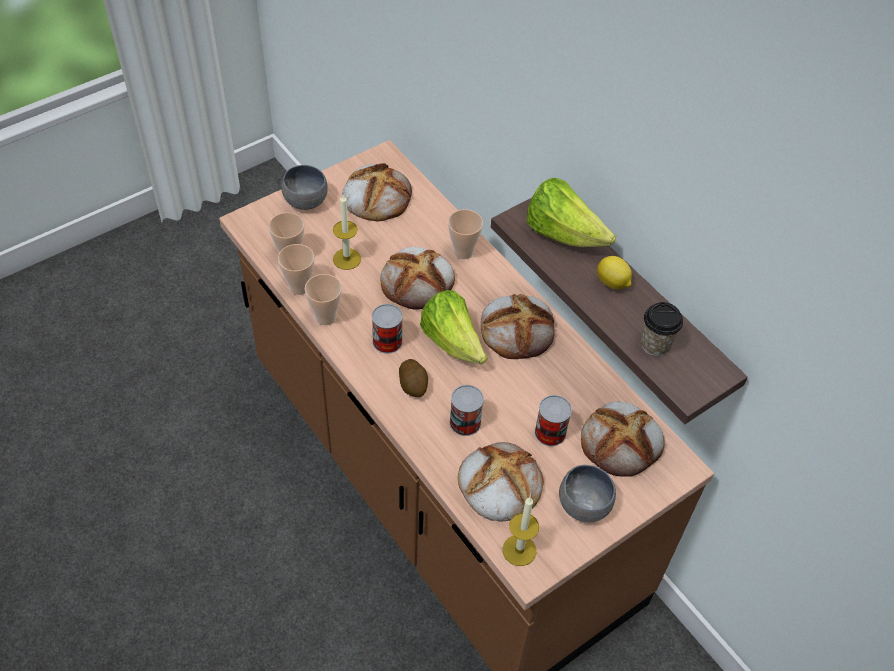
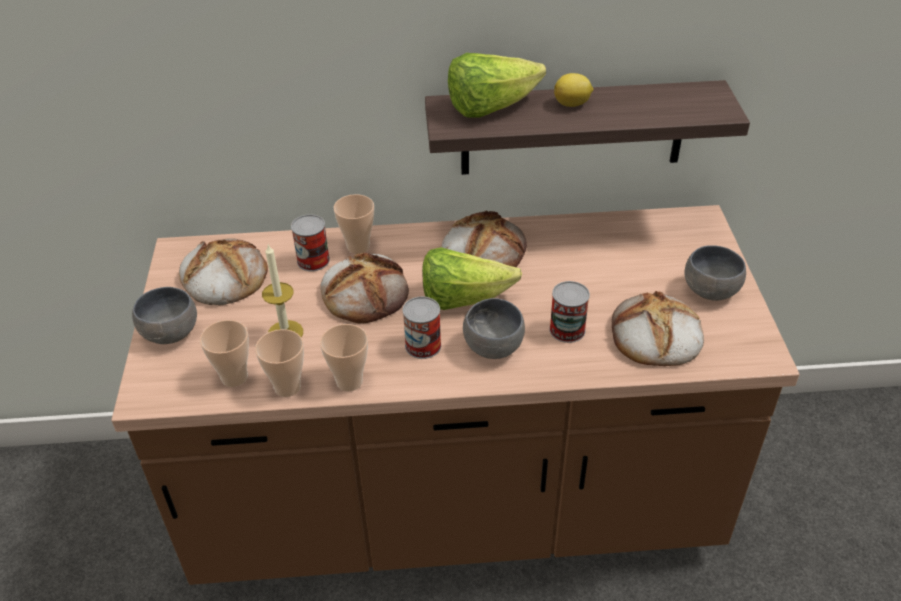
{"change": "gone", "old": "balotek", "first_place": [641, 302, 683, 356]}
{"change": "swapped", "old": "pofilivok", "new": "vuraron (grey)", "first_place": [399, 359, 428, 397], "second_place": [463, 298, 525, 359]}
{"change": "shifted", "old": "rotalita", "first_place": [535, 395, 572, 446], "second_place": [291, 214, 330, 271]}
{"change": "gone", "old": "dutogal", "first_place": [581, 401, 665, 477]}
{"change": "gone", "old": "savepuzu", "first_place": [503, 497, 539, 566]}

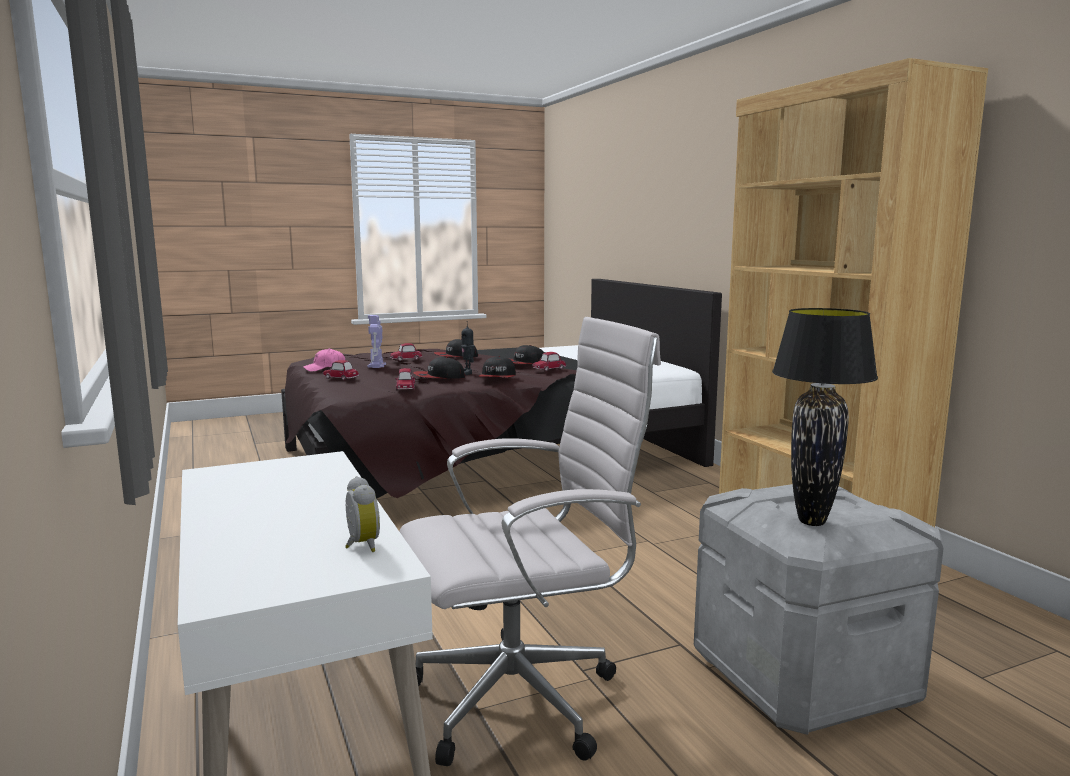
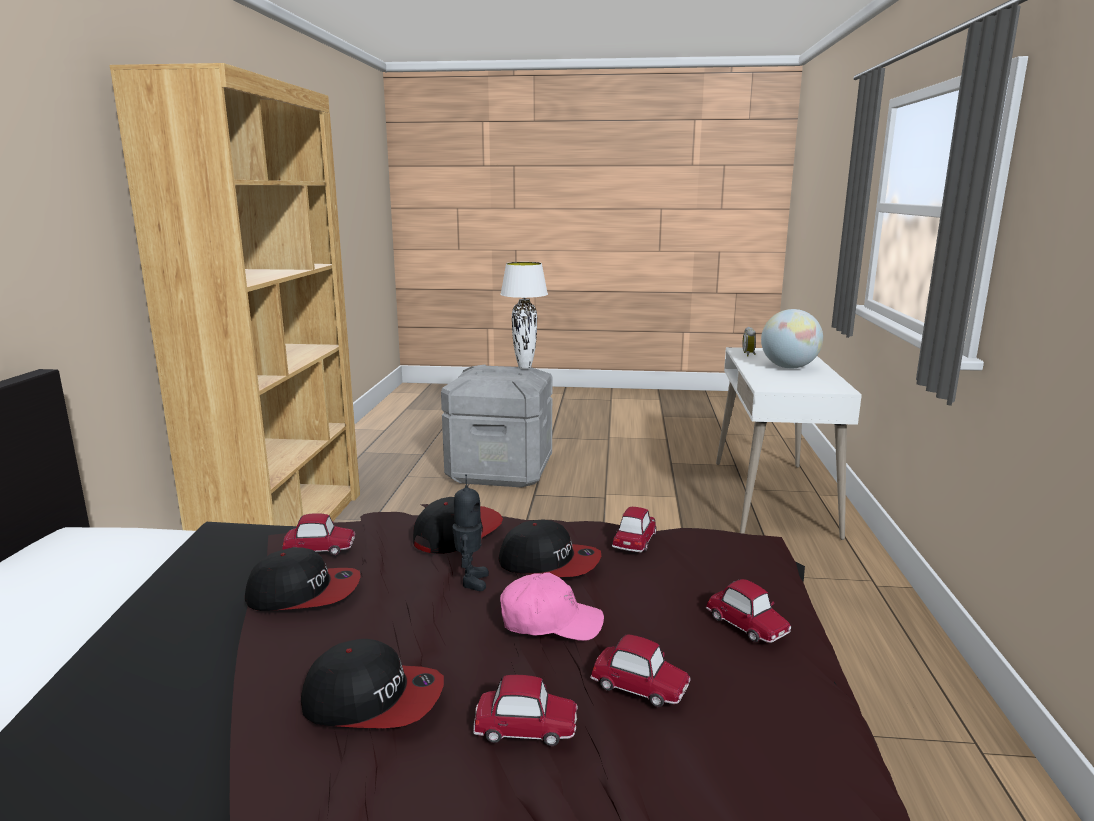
{"change": "repainted", "old": "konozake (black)", "new": "konozake (white)", "first_place": [772, 308, 878, 526], "second_place": [500, 262, 548, 369]}
{"change": "swapped", "old": "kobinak", "new": "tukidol", "first_place": [368, 315, 386, 368], "second_place": [590, 634, 690, 707]}
{"change": "gone", "old": "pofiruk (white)", "first_place": [399, 317, 661, 766]}
{"change": "shifted", "old": "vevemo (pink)", "first_place": [303, 348, 345, 372], "second_place": [500, 572, 604, 641]}
{"change": "new", "new": "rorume", "second_place": [761, 309, 823, 369]}

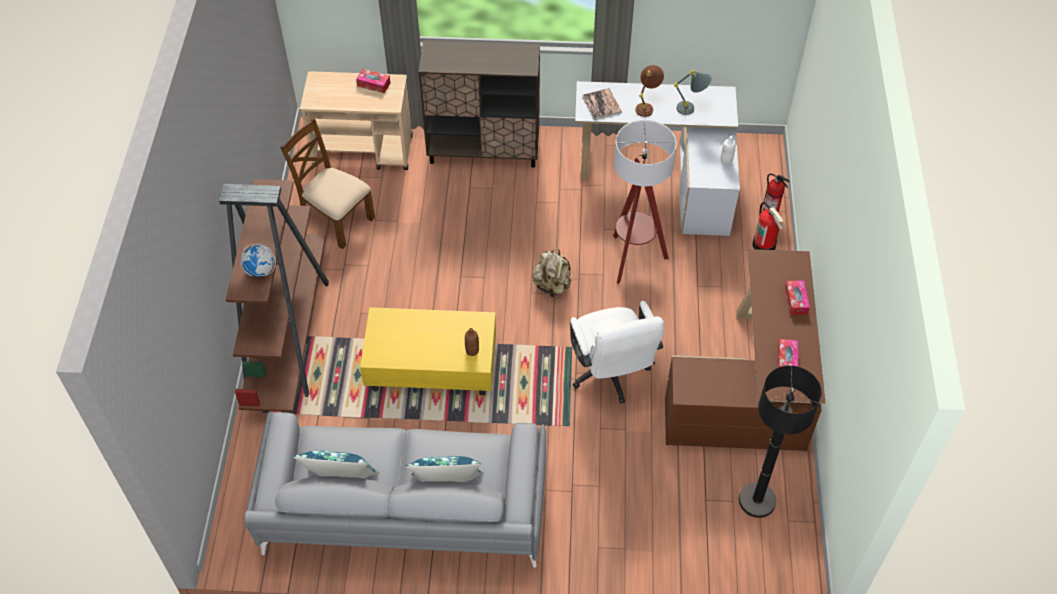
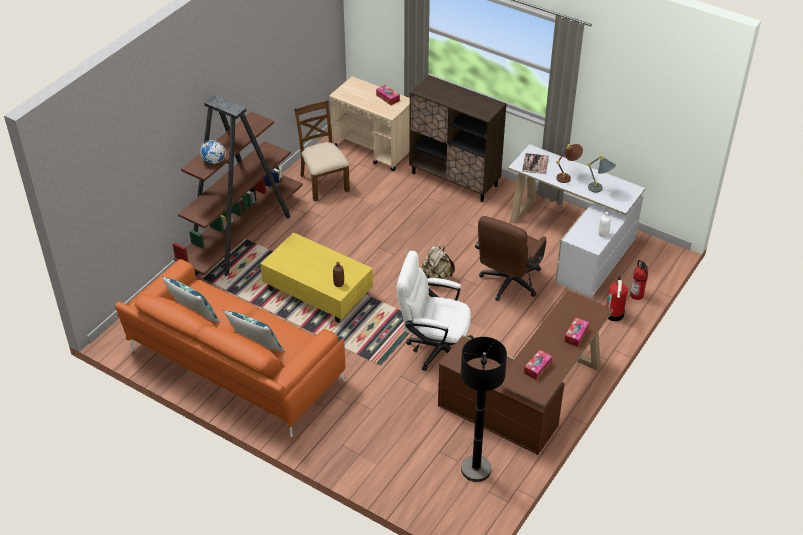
{"change": "swapped", "old": "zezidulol", "new": "pofiruk (brown)", "first_place": [613, 120, 677, 284], "second_place": [475, 216, 547, 301]}
{"change": "rotated", "old": "pofiruk (white)", "first_place": [570, 301, 664, 404], "second_place": [397, 251, 474, 371], "degrees": 90}
{"change": "repainted", "old": "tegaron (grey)", "new": "tegaron (orange)", "first_place": [244, 411, 546, 568], "second_place": [115, 259, 345, 437]}

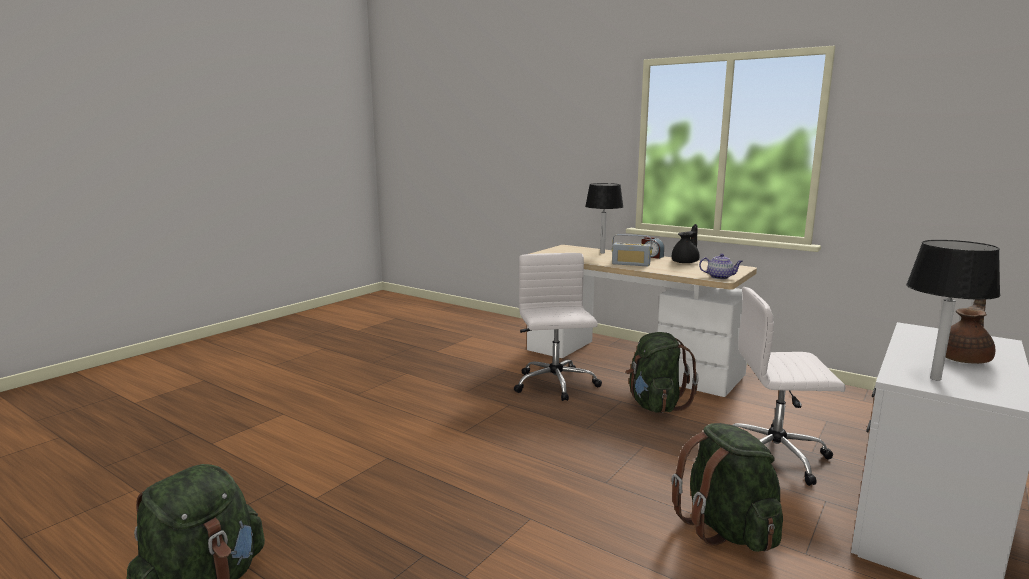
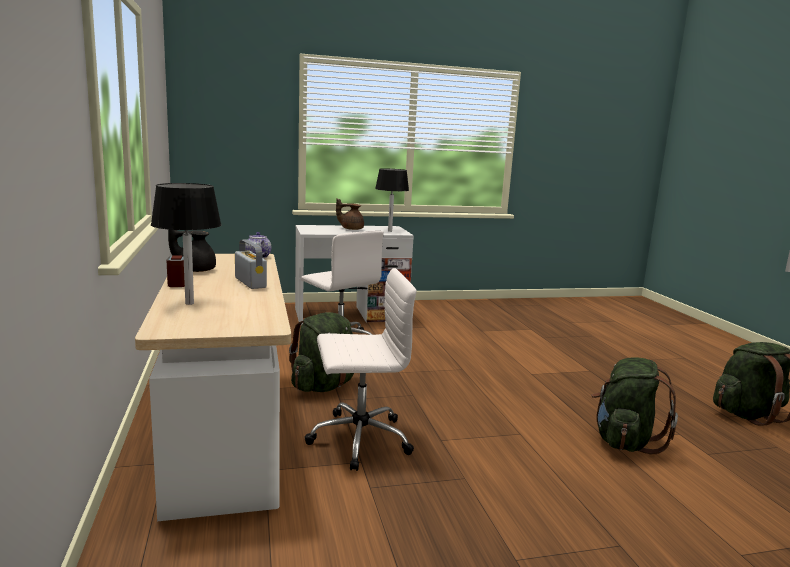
{"change": "rotated", "old": "pofiruk (white)", "first_place": [514, 253, 602, 401], "second_place": [304, 268, 417, 471], "degrees": -135}
{"change": "shifted", "old": "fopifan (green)", "first_place": [671, 423, 783, 552], "second_place": [591, 357, 678, 454]}

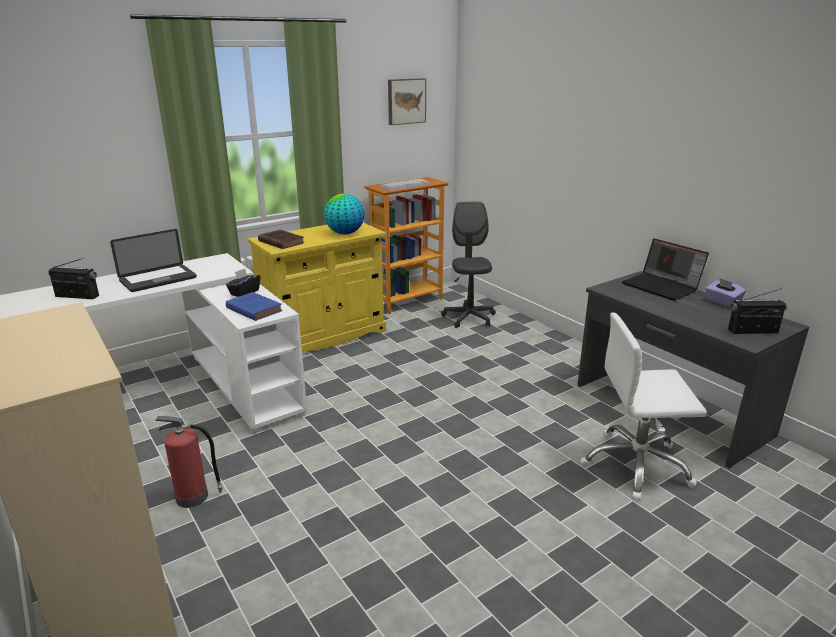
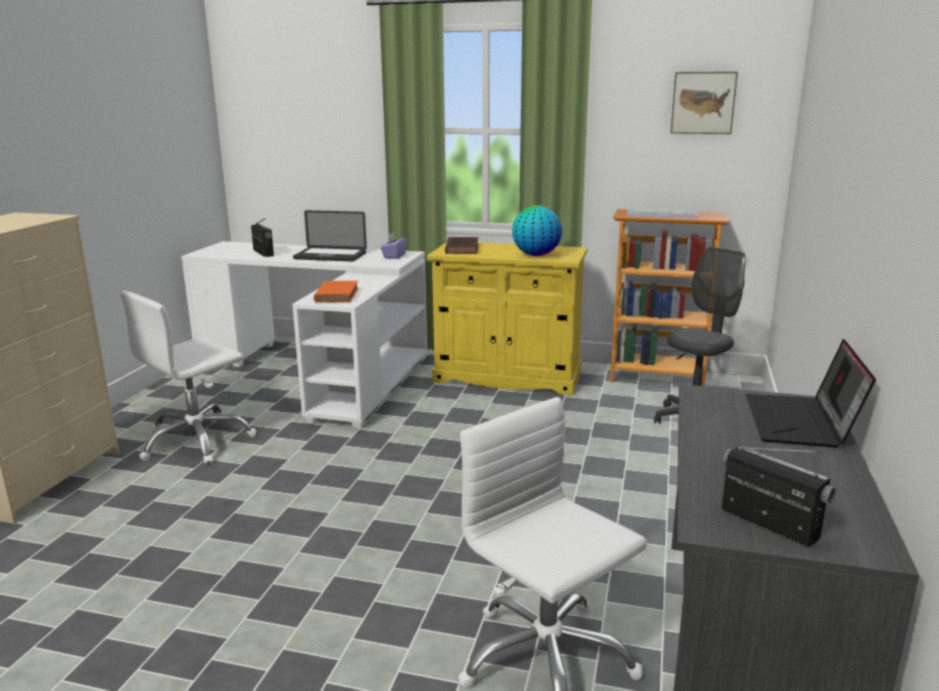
{"change": "gone", "old": "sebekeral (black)", "first_place": [226, 268, 261, 297]}
{"change": "shifted", "old": "sebekeral (purple)", "first_place": [706, 278, 746, 307], "second_place": [381, 233, 407, 259]}
{"change": "repainted", "old": "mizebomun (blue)", "new": "mizebomun (orange)", "first_place": [226, 292, 282, 321], "second_place": [314, 281, 358, 303]}
{"change": "swapped", "old": "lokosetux", "new": "pofiruk (white)", "first_place": [155, 416, 223, 508], "second_place": [120, 291, 257, 464]}

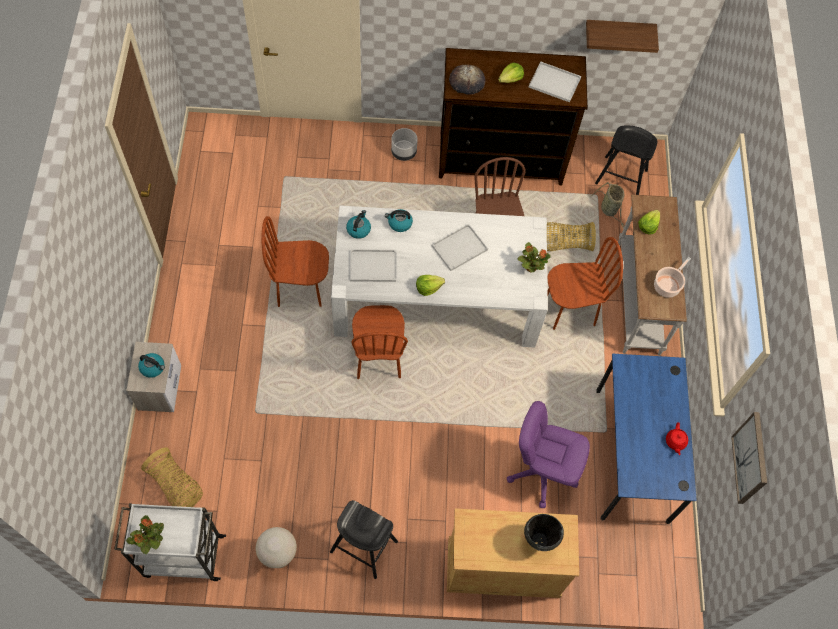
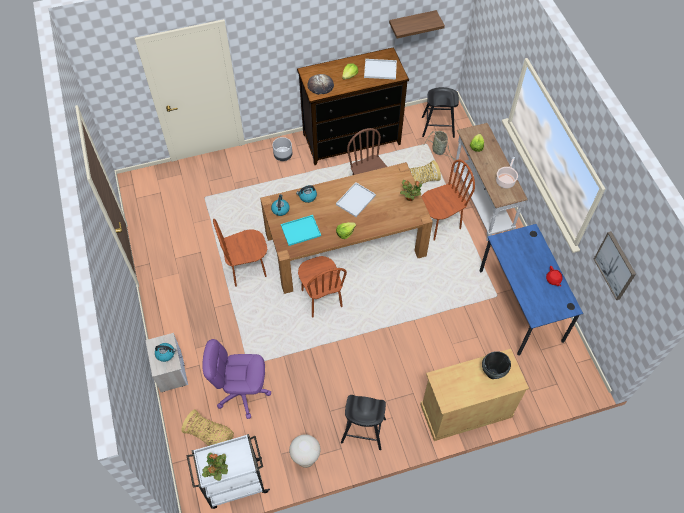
{"change": "repainted", "old": "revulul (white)", "new": "revulul (brown)", "first_place": [331, 206, 548, 347], "second_place": [260, 162, 433, 294]}
{"change": "repainted", "old": "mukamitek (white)", "new": "mukamitek (turquoise)", "first_place": [350, 249, 396, 282], "second_place": [281, 215, 321, 246]}
{"change": "shifted", "old": "pofiruk (purple)", "first_place": [507, 401, 590, 508], "second_place": [203, 339, 271, 419]}

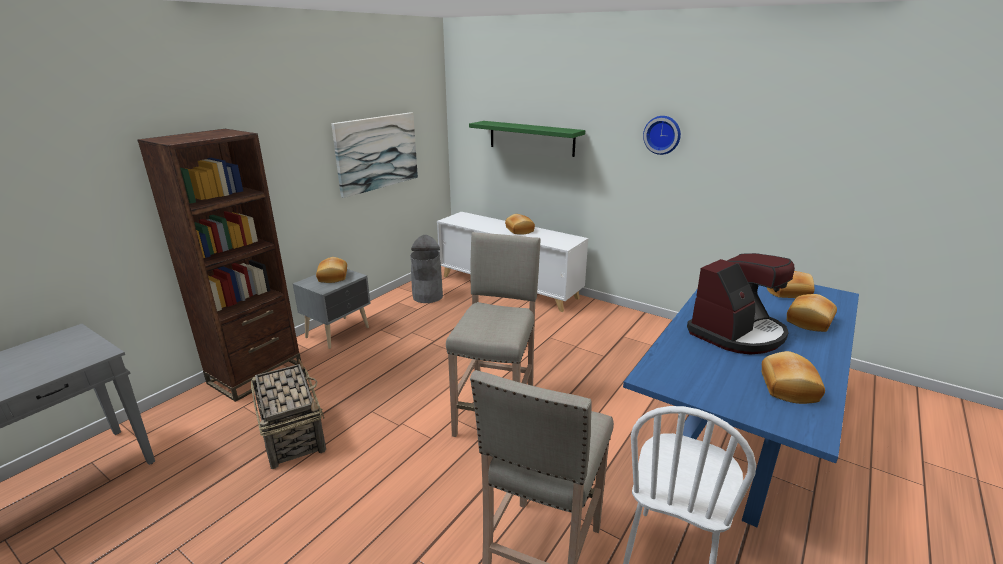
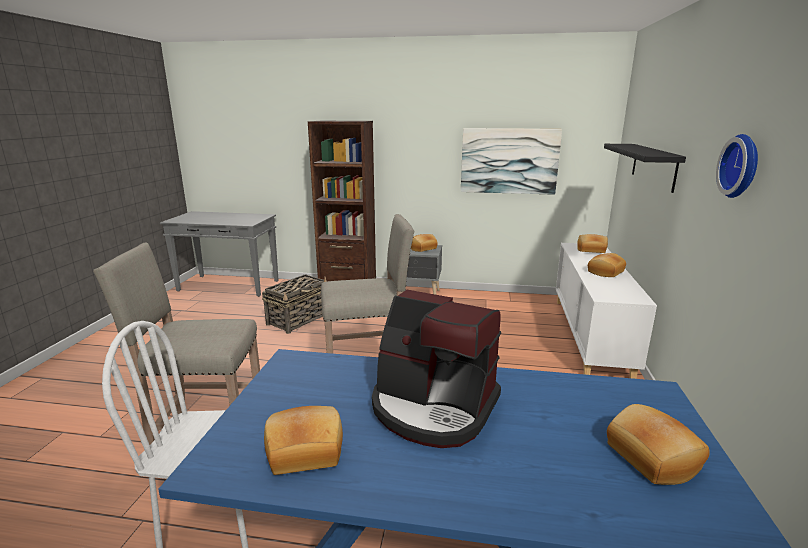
{"change": "repainted", "old": "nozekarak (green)", "new": "nozekarak (black)", "first_place": [469, 121, 585, 157], "second_place": [604, 144, 686, 193]}
{"change": "gone", "old": "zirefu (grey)", "first_place": [410, 235, 443, 303]}
{"change": "shifted", "old": "dutogal", "first_place": [787, 294, 837, 332], "second_place": [577, 234, 608, 253]}

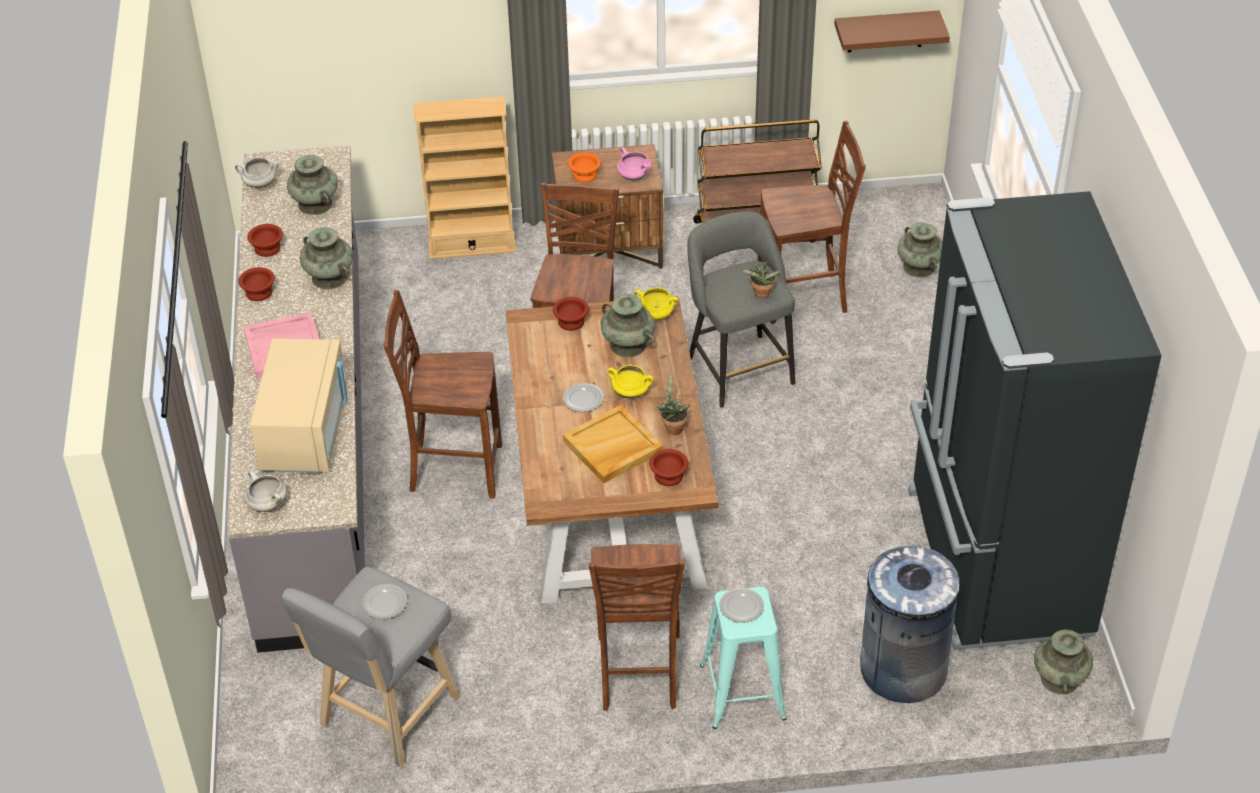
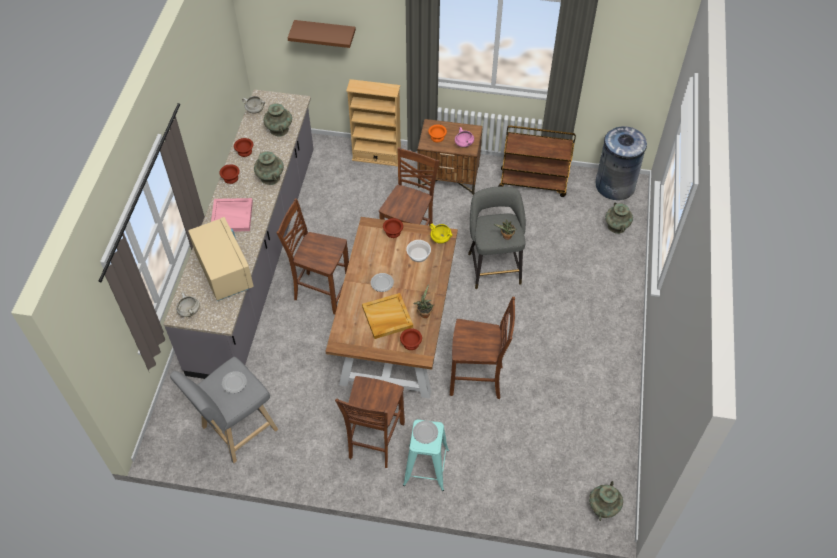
{"change": "shifted", "old": "nozekarak (brown)", "first_place": [834, 10, 950, 52], "second_place": [288, 20, 356, 48]}
{"change": "shifted", "old": "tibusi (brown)", "first_place": [757, 121, 866, 324], "second_place": [450, 297, 515, 399]}
{"change": "gone", "old": "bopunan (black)", "first_place": [908, 191, 1162, 650]}
{"change": "swapped", "old": "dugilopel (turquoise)", "new": "vuraron", "first_place": [601, 294, 655, 358], "second_place": [406, 240, 431, 262]}
{"change": "rotated", "old": "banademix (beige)", "first_place": [250, 339, 348, 473], "second_place": [188, 217, 254, 301], "degrees": -45}
{"change": "gone", "old": "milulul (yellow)", "first_place": [607, 365, 654, 399]}
{"change": "shifted", "old": "zirefu (grey)", "first_place": [860, 546, 960, 703], "second_place": [596, 126, 647, 200]}

